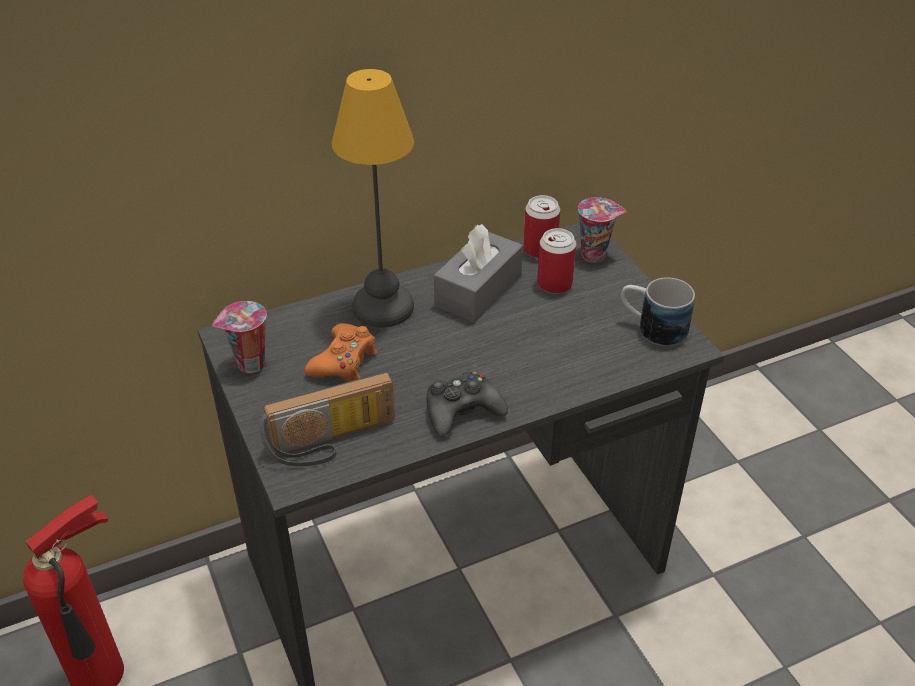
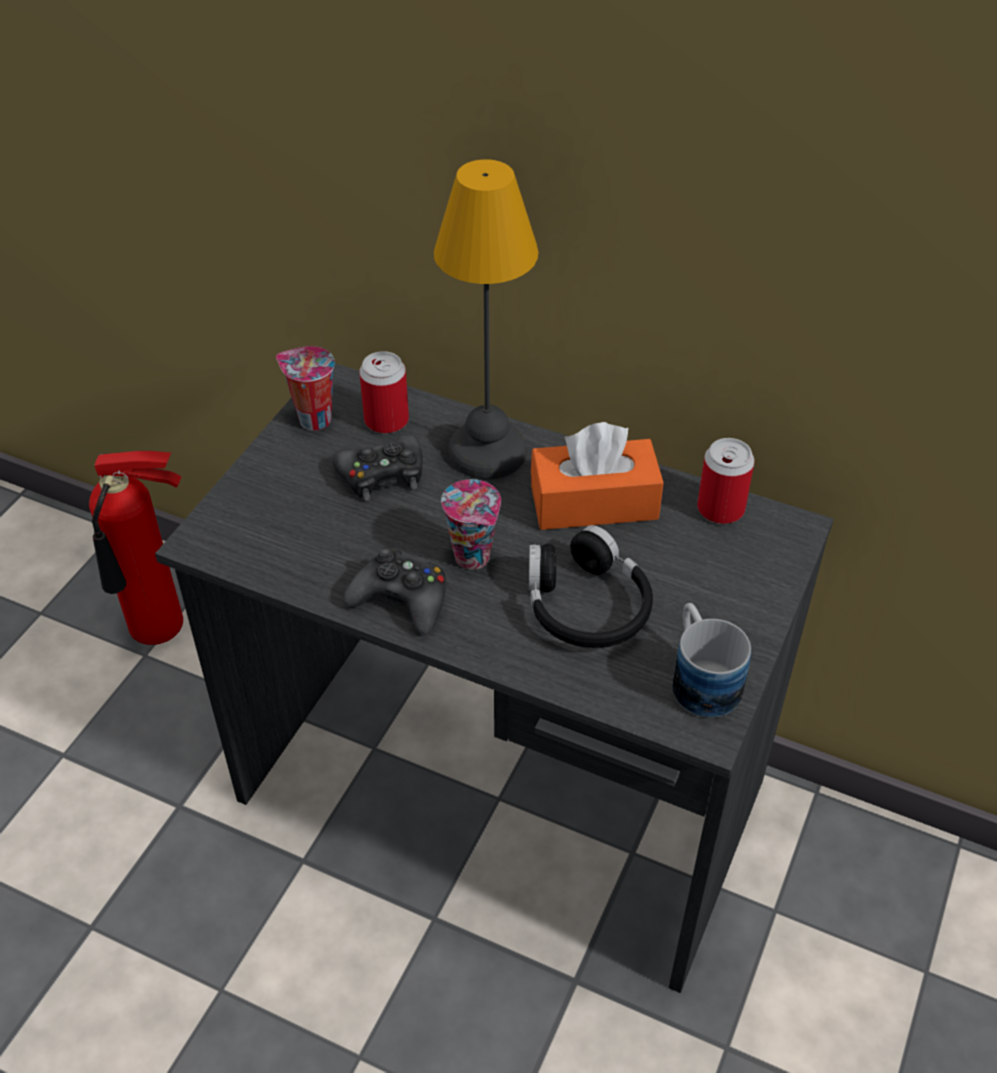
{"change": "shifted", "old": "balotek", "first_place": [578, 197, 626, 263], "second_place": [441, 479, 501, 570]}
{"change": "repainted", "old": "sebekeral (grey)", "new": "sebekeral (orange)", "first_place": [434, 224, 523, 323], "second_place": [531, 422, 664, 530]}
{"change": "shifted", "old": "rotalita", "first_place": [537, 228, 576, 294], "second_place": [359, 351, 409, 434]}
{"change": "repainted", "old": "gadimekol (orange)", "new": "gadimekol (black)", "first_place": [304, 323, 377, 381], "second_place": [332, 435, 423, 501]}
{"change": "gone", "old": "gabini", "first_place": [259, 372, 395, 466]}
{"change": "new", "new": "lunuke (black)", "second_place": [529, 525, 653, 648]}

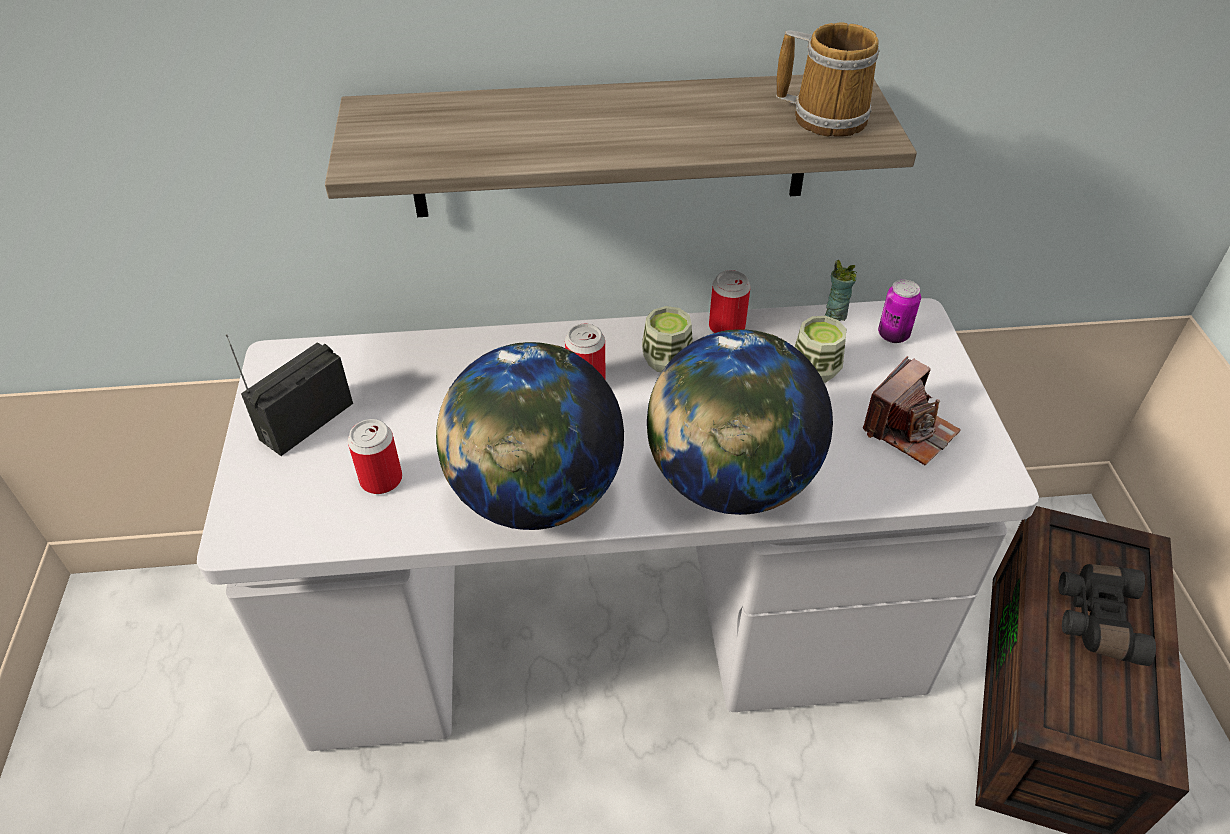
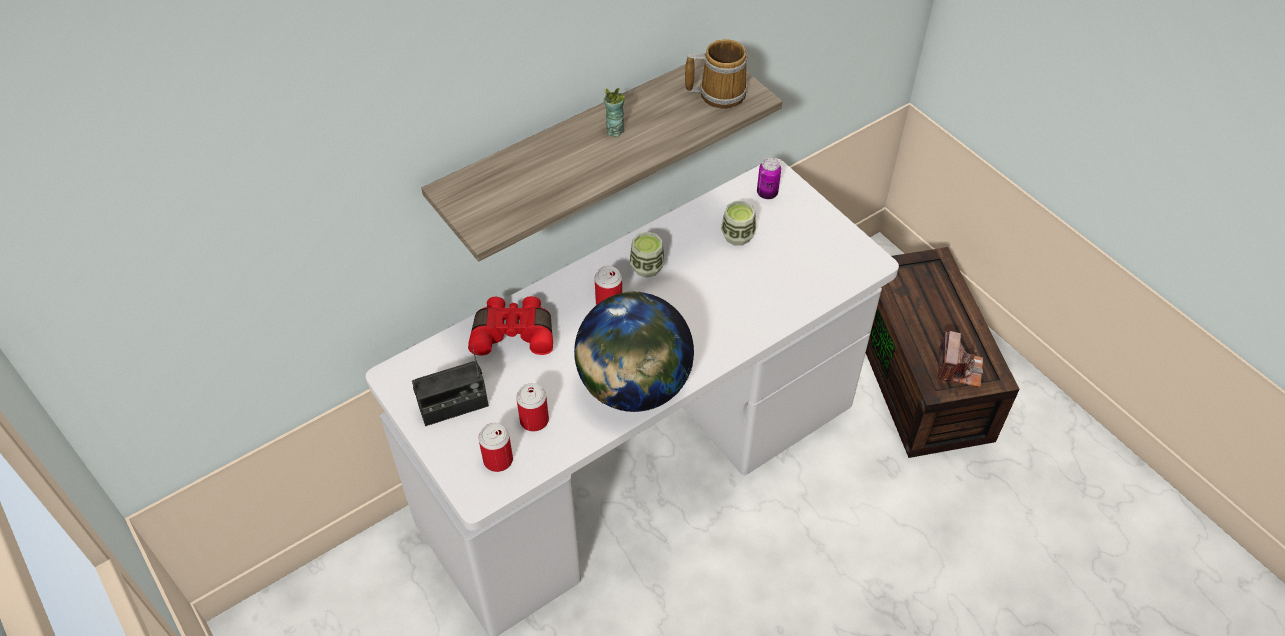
{"change": "shifted", "old": "balotek", "first_place": [825, 259, 857, 321], "second_place": [604, 88, 625, 137]}
{"change": "shifted", "old": "rotalita", "first_place": [709, 270, 751, 333], "second_place": [479, 423, 513, 472]}
{"change": "gone", "old": "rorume", "first_place": [647, 329, 833, 515]}
{"change": "rotated", "old": "gabini", "first_place": [226, 334, 353, 456], "second_place": [412, 345, 489, 426], "degrees": -120}
{"change": "shifted", "old": "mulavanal", "first_place": [863, 356, 961, 465], "second_place": [938, 331, 983, 387]}
{"change": "gone", "old": "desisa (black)", "first_place": [1058, 564, 1156, 666]}
{"change": "new", "new": "desisa (red)", "second_place": [468, 296, 553, 355]}

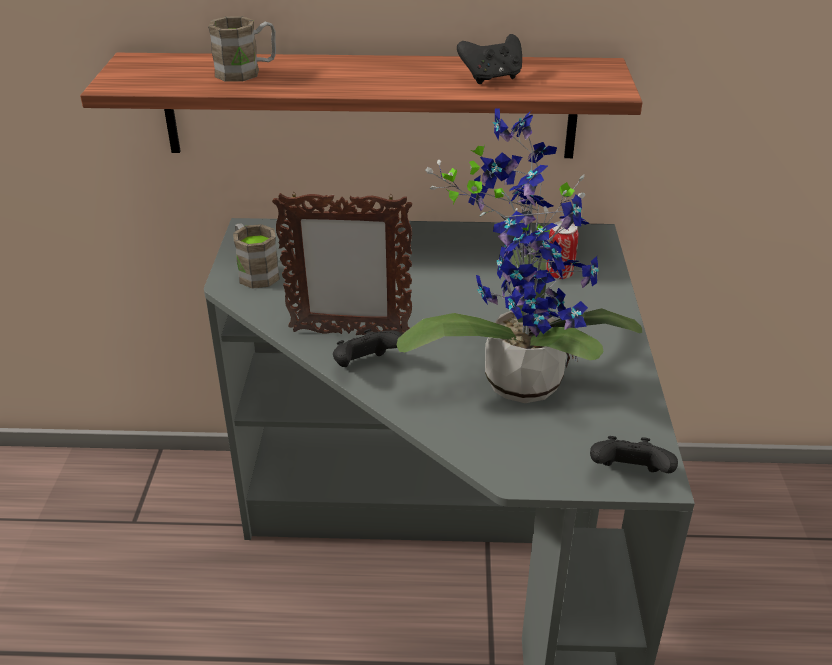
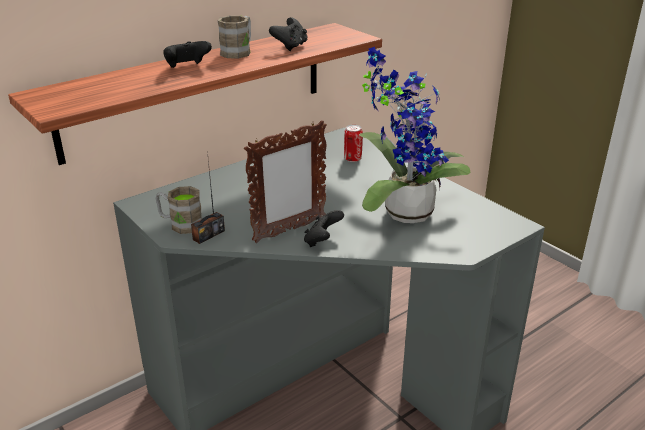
{"change": "shifted", "old": "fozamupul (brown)", "first_place": [208, 16, 276, 82], "second_place": [218, 15, 251, 59]}
{"change": "shifted", "old": "gadimekol (black)", "first_place": [590, 436, 678, 473], "second_place": [163, 41, 212, 68]}
{"change": "new", "new": "gabini", "second_place": [191, 160, 225, 244]}

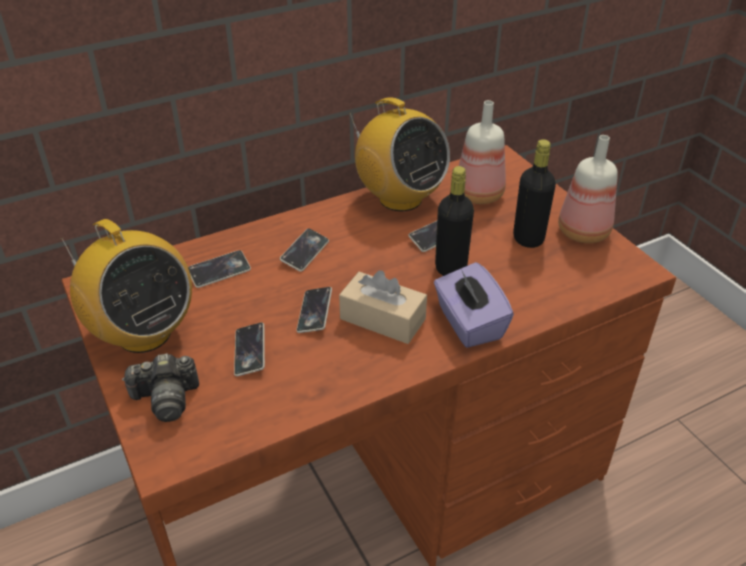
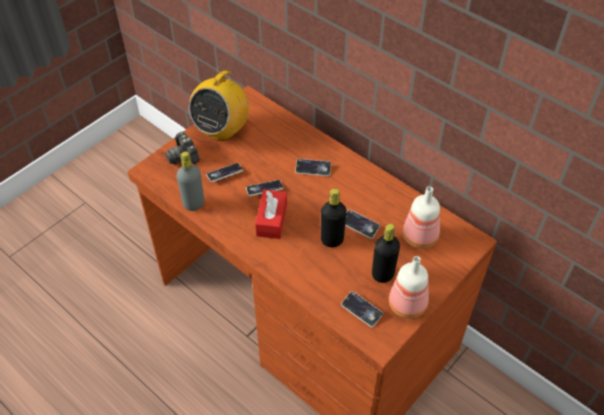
{"change": "gone", "old": "gabini", "first_place": [349, 97, 450, 211]}
{"change": "shifted", "old": "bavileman", "first_place": [188, 250, 251, 288], "second_place": [341, 291, 383, 327]}
{"change": "gone", "old": "sebekeral (purple)", "first_place": [434, 262, 514, 348]}
{"change": "repainted", "old": "sebekeral (beige)", "new": "sebekeral (red)", "first_place": [339, 270, 427, 344], "second_place": [255, 189, 287, 239]}
{"change": "new", "new": "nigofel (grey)", "second_place": [176, 151, 204, 211]}

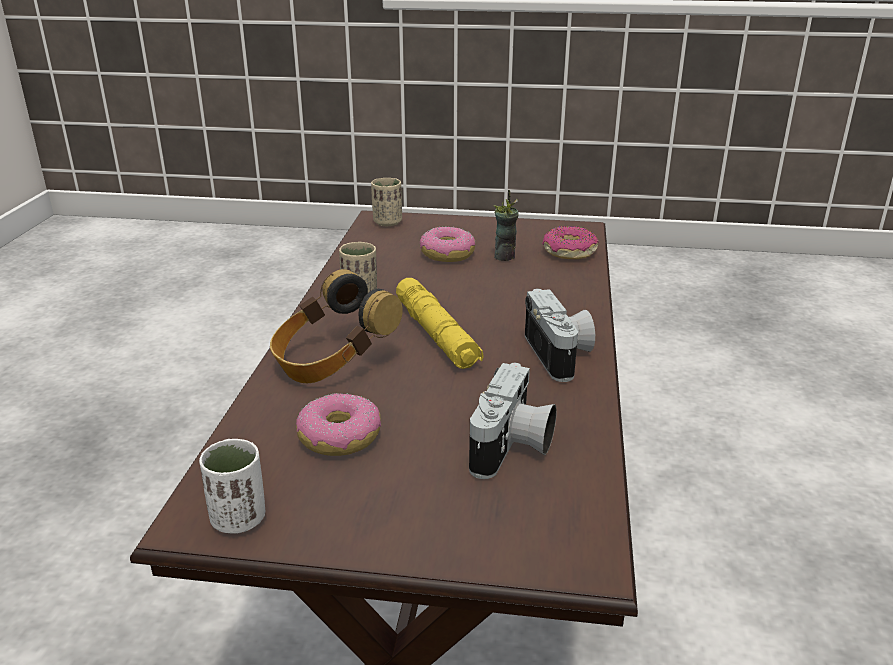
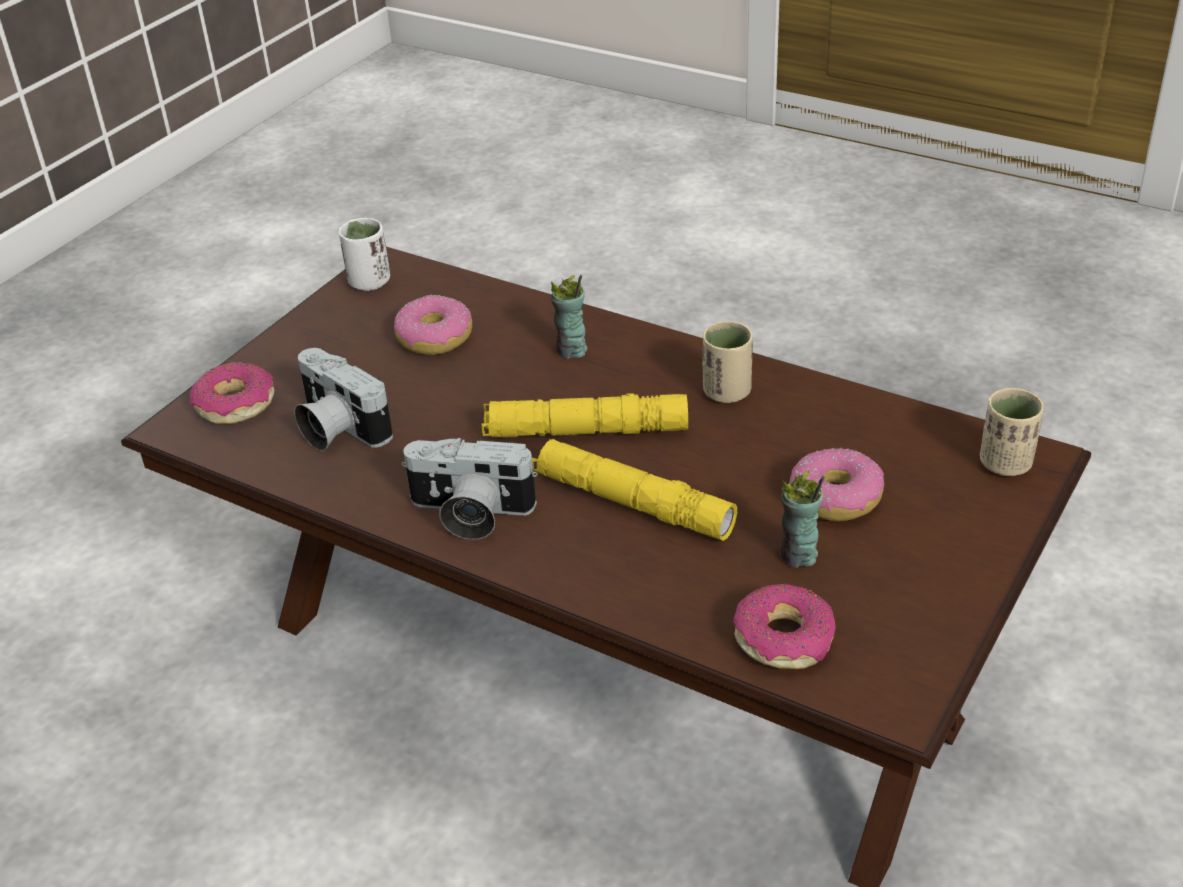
{"change": "swapped", "old": "lunuke", "new": "balotek", "first_place": [270, 269, 403, 383], "second_place": [551, 275, 588, 359]}
{"change": "new", "new": "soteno", "second_place": [190, 362, 274, 424]}
{"change": "new", "new": "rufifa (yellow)", "second_place": [532, 439, 737, 541]}

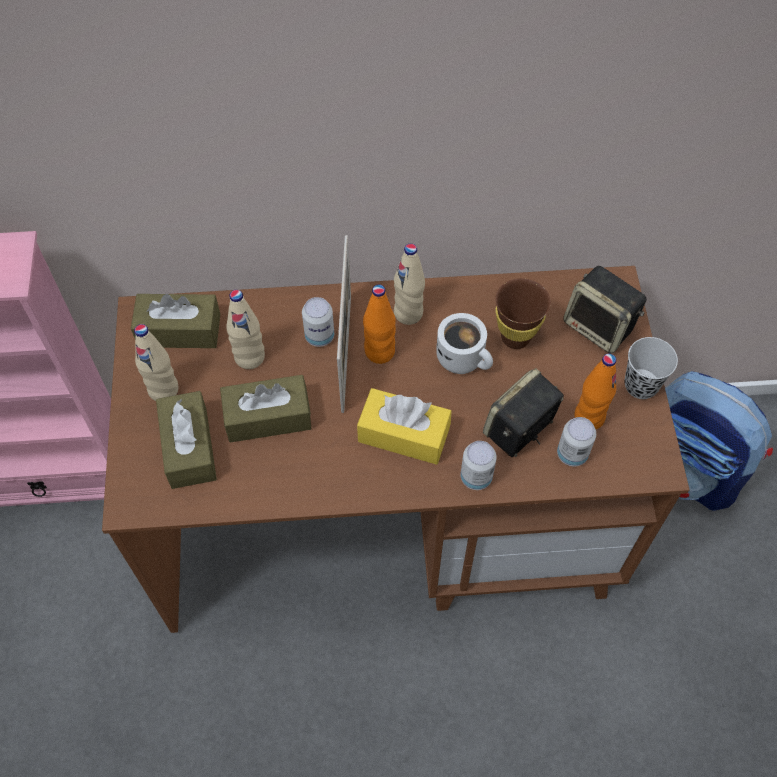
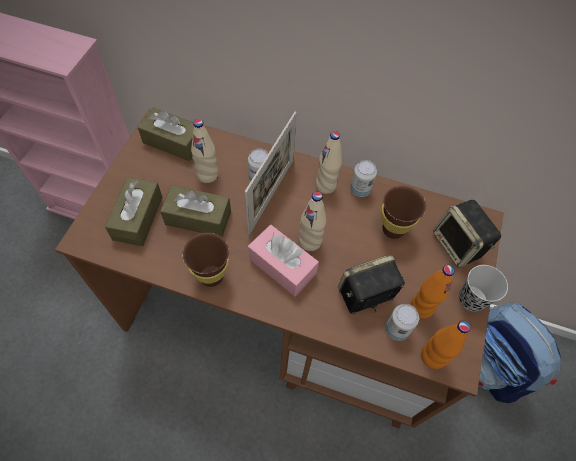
{"change": "shifted", "old": "nigofel (orange)", "first_place": [363, 285, 396, 364], "second_place": [421, 321, 470, 369]}
{"change": "gone", "old": "fozamupul (white)", "first_place": [436, 313, 493, 374]}
{"change": "shifted", "old": "nigofel (beige)", "first_place": [134, 324, 179, 401], "second_place": [299, 192, 326, 251]}
{"change": "repainted", "old": "sebekeral (yellow)", "new": "sebekeral (pink)", "first_place": [357, 388, 452, 465], "second_place": [248, 225, 319, 296]}
{"change": "shifted", "old": "rotalita", "first_place": [460, 441, 497, 490], "second_place": [350, 160, 377, 197]}
{"change": "new", "new": "balotek (brown)", "second_place": [183, 233, 229, 287]}

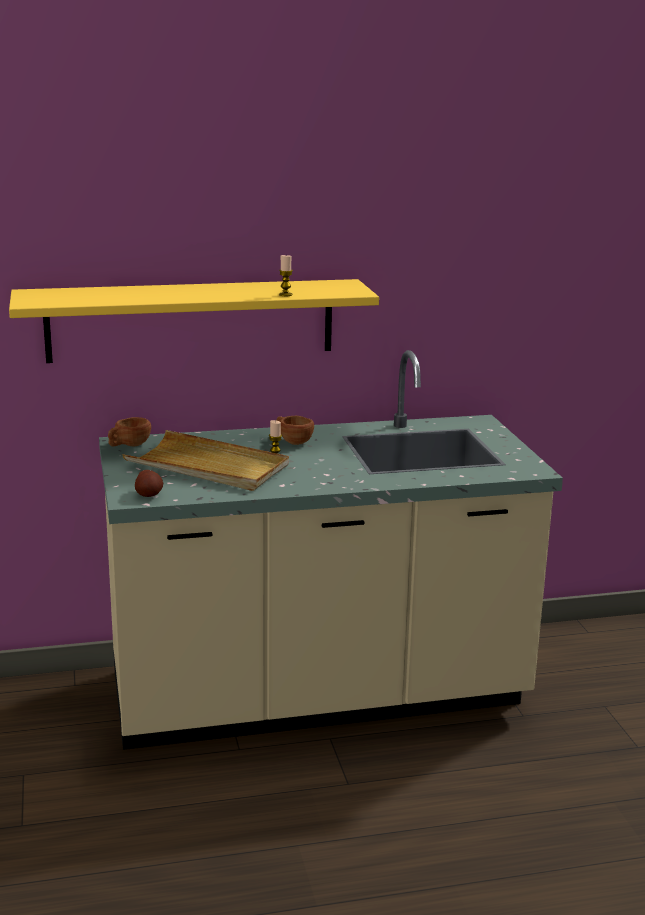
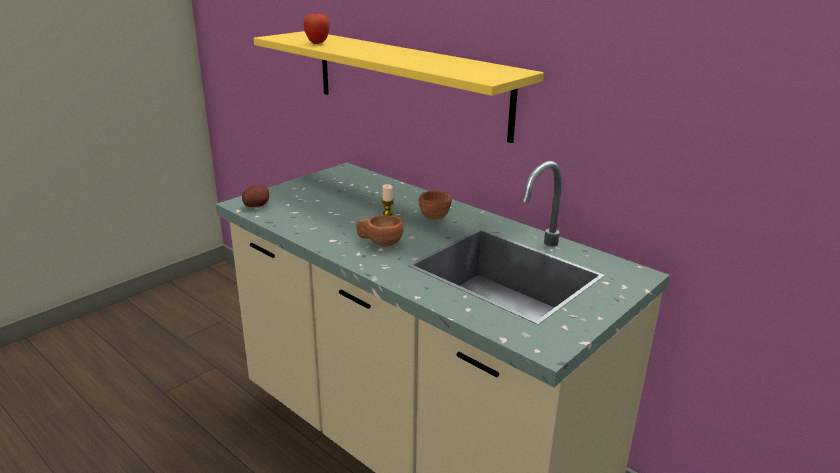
{"change": "gone", "old": "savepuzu", "first_place": [279, 255, 293, 296]}
{"change": "shifted", "old": "balotek (brown)", "first_place": [108, 417, 151, 447], "second_place": [356, 215, 404, 247]}
{"change": "gone", "old": "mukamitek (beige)", "first_place": [122, 430, 289, 491]}
{"change": "new", "new": "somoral", "second_place": [303, 14, 330, 44]}

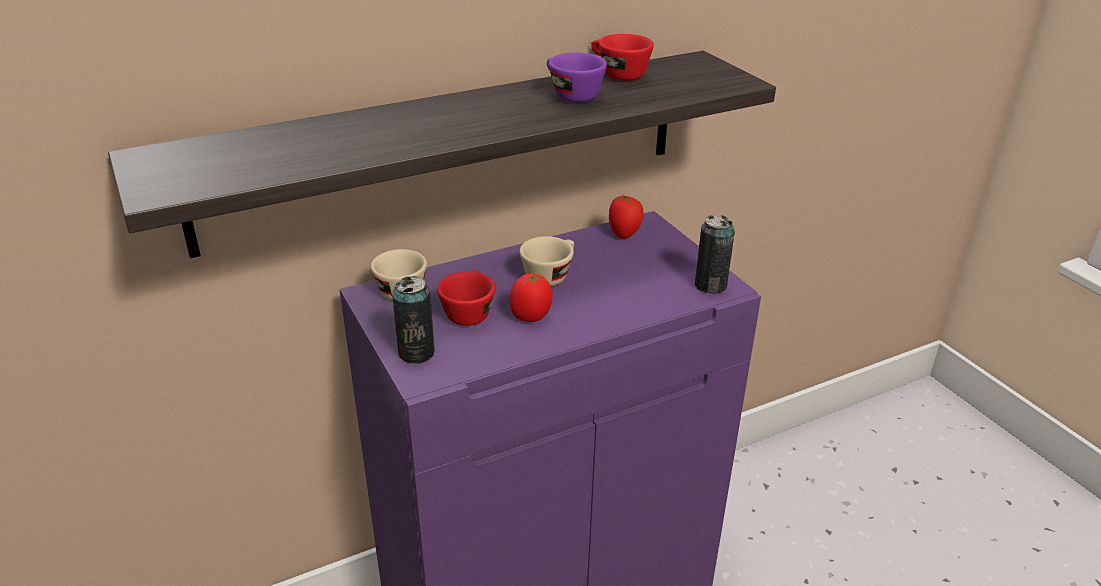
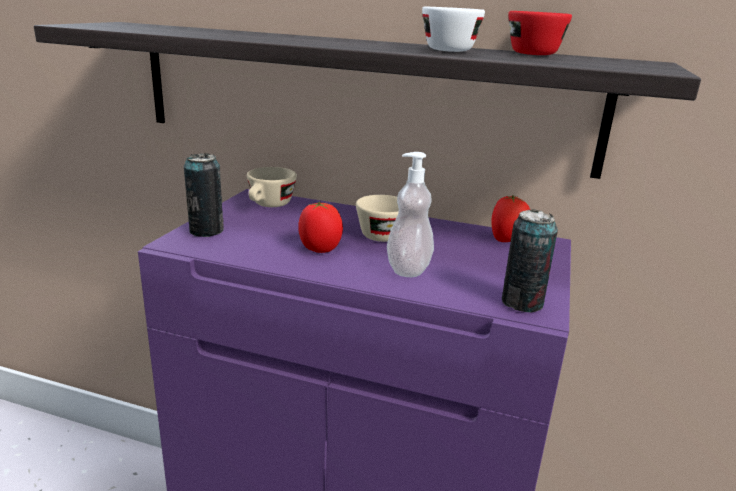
{"change": "repainted", "old": "balotek (purple)", "new": "balotek (white)", "first_place": [547, 52, 607, 102], "second_place": [422, 7, 485, 52]}
{"change": "gone", "old": "balotek (red)", "first_place": [437, 270, 495, 326]}
{"change": "new", "new": "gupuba", "second_place": [387, 152, 434, 277]}

